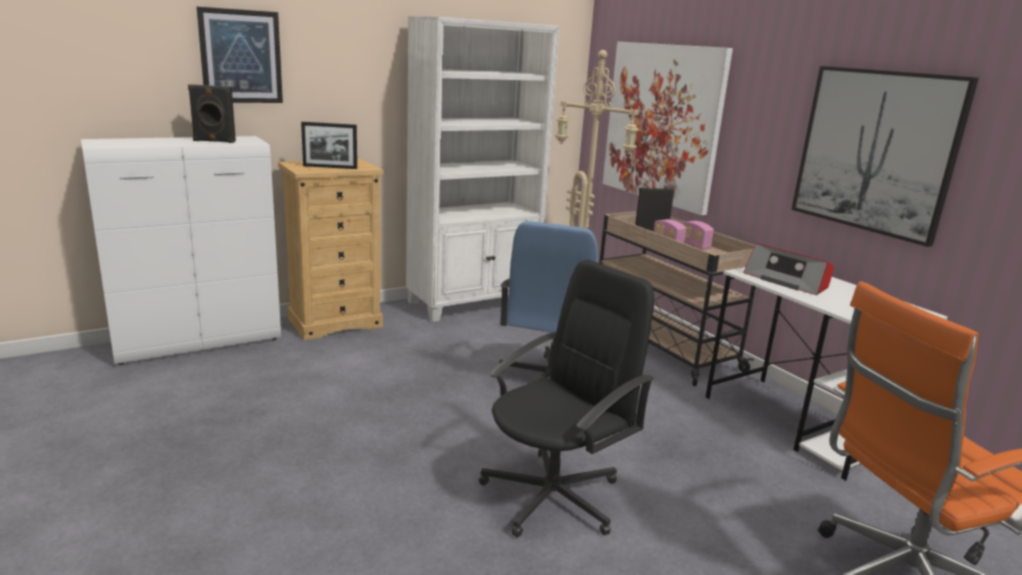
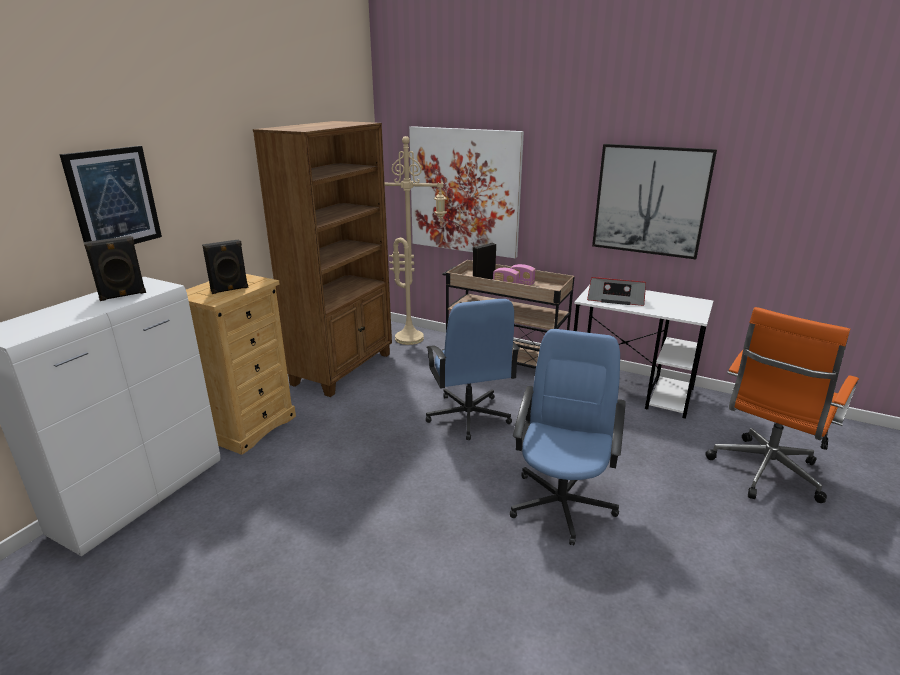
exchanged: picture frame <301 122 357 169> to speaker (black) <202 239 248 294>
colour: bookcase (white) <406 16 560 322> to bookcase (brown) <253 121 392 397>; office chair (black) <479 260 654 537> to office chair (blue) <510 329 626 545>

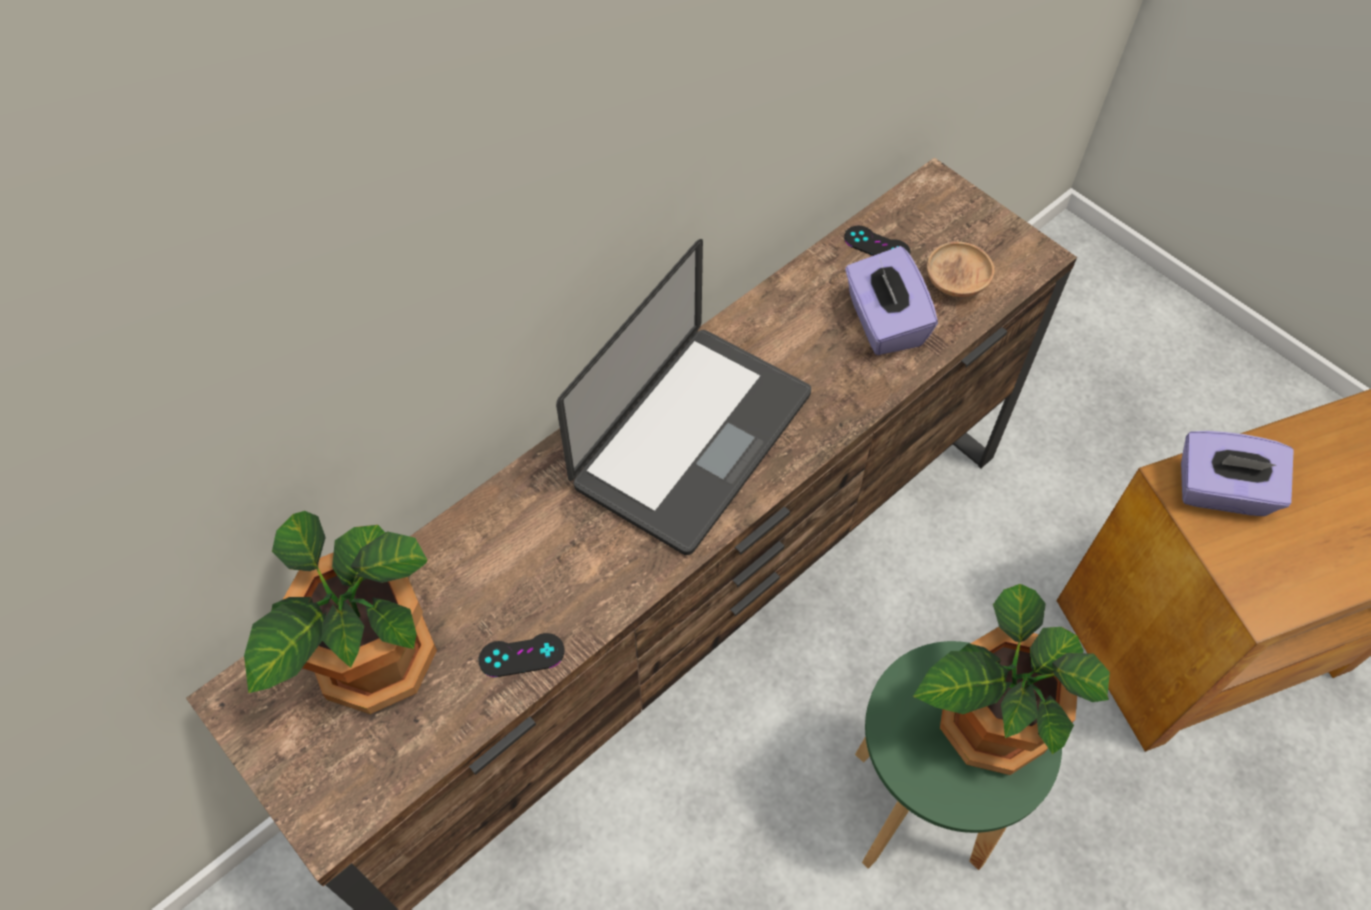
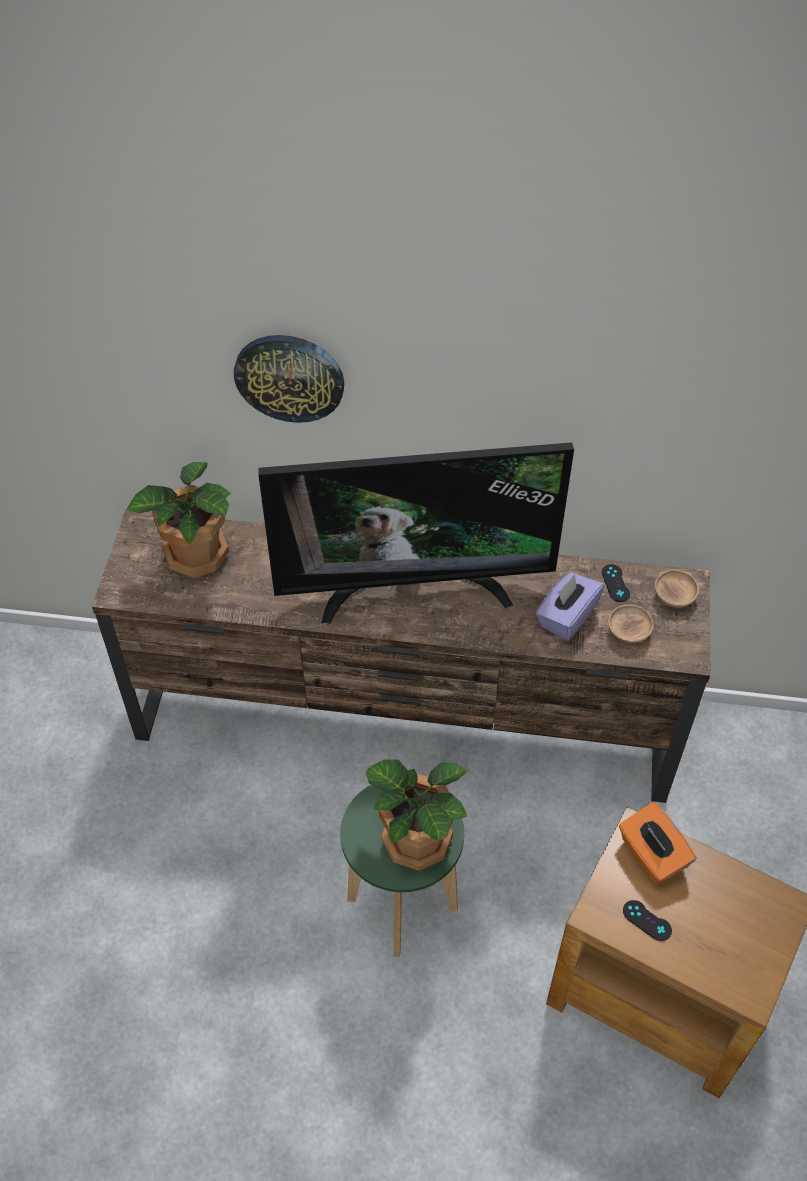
appeared: wall clock <234 335 344 423>; bowl (brown) <655 570 699 608>
relocated: game controller (black) <478 633 564 677> to <623 900 672 941>
exchanged: laptop <556 239 811 555> to television <258 442 574 625>
colour: tissue box (purple) <1181 431 1294 516> to tissue box (orange) <619 802 696 884>

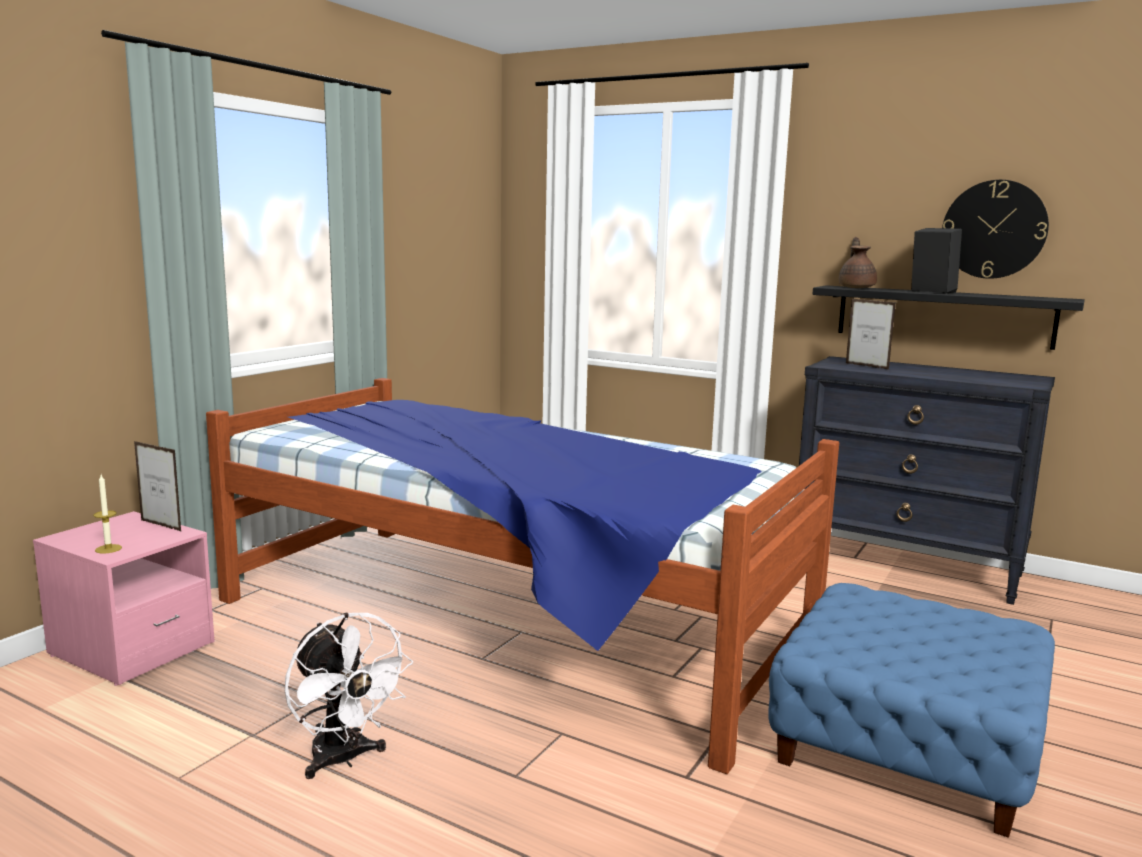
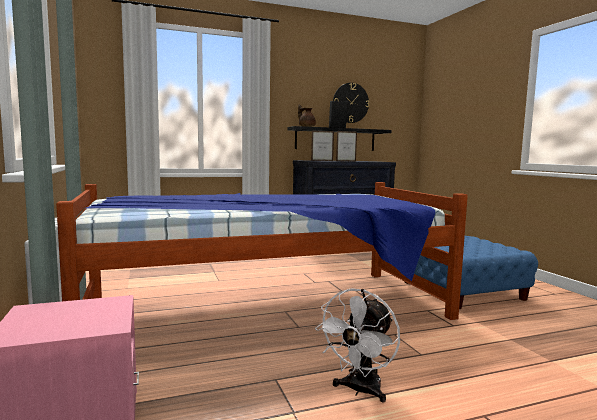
missing: candle <93 475 122 554>
relocated: picture frame <134 441 182 532> to <336 131 357 162>
spun: fan (white) <285 613 413 779> = <315 288 400 403> 120 degrees clockwise

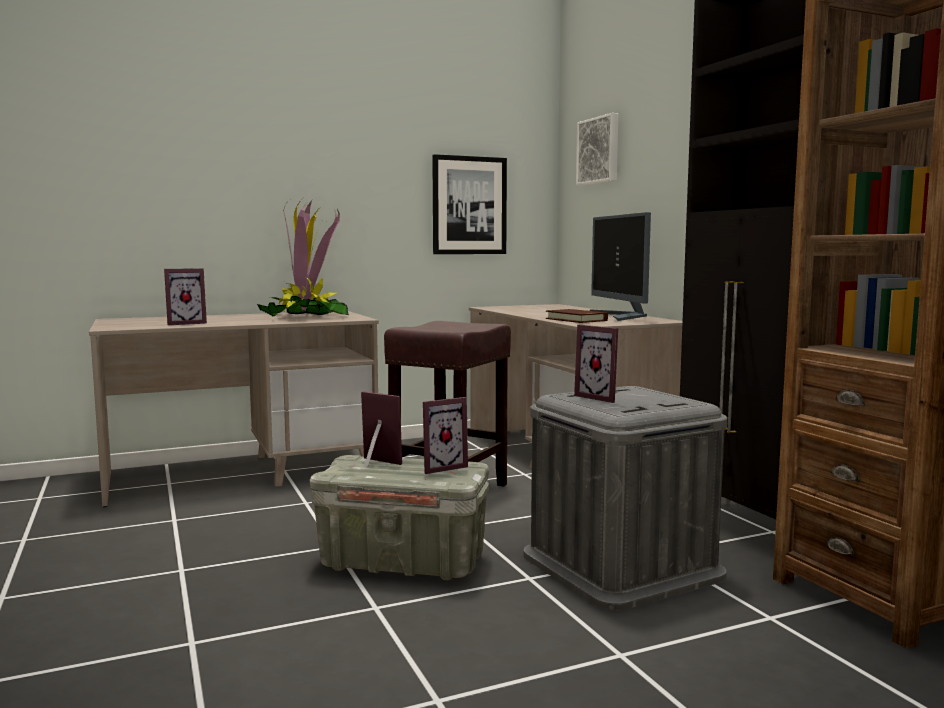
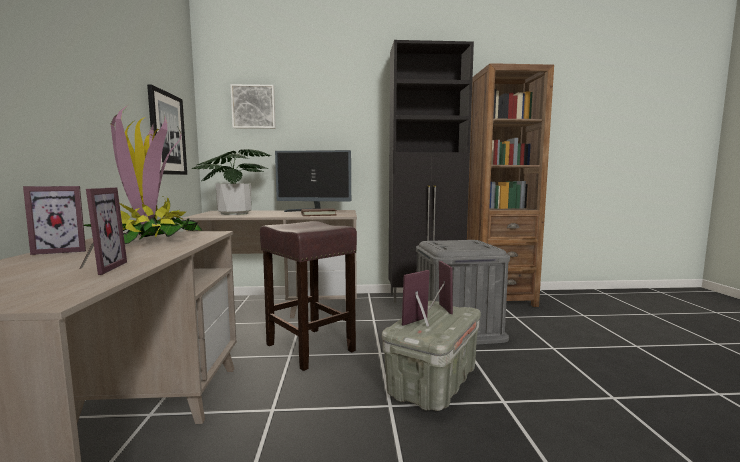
appeared: potted plant <191 149 271 215>
relocated: picture frame <574 325 618 403> to <23 186 86 255>

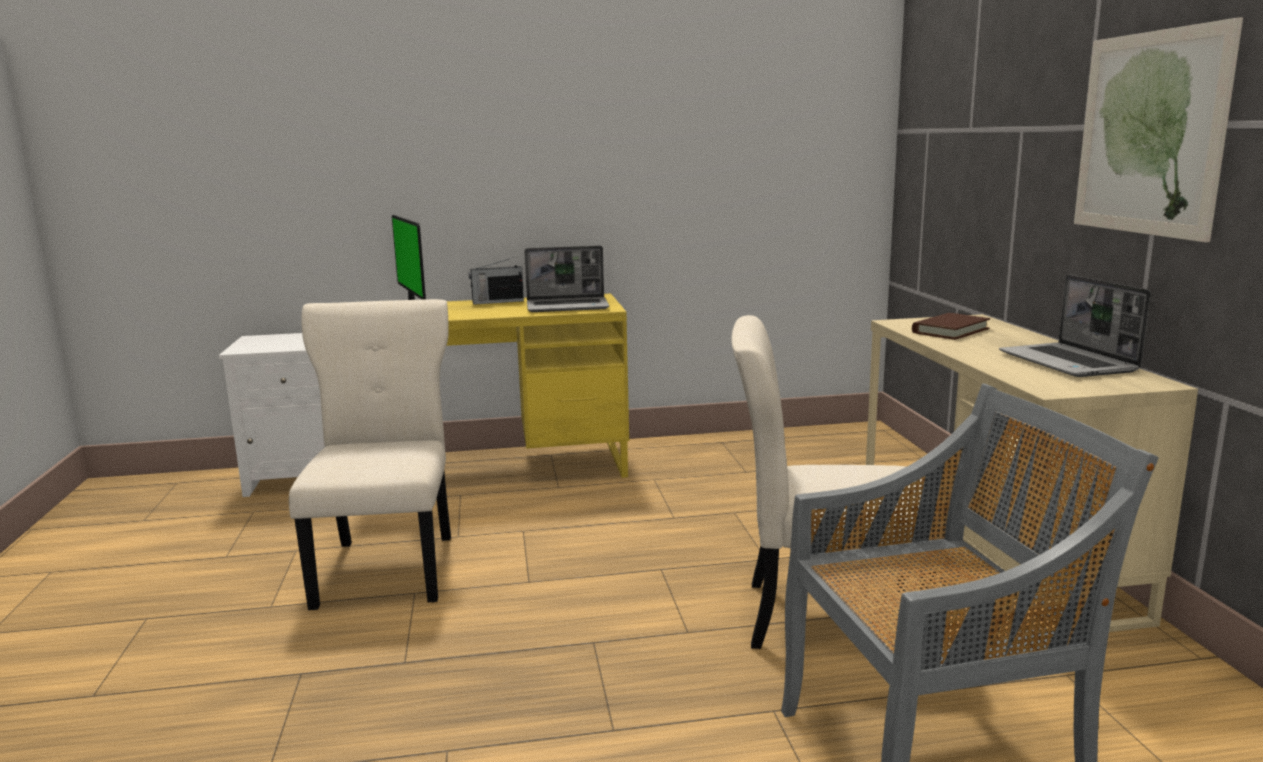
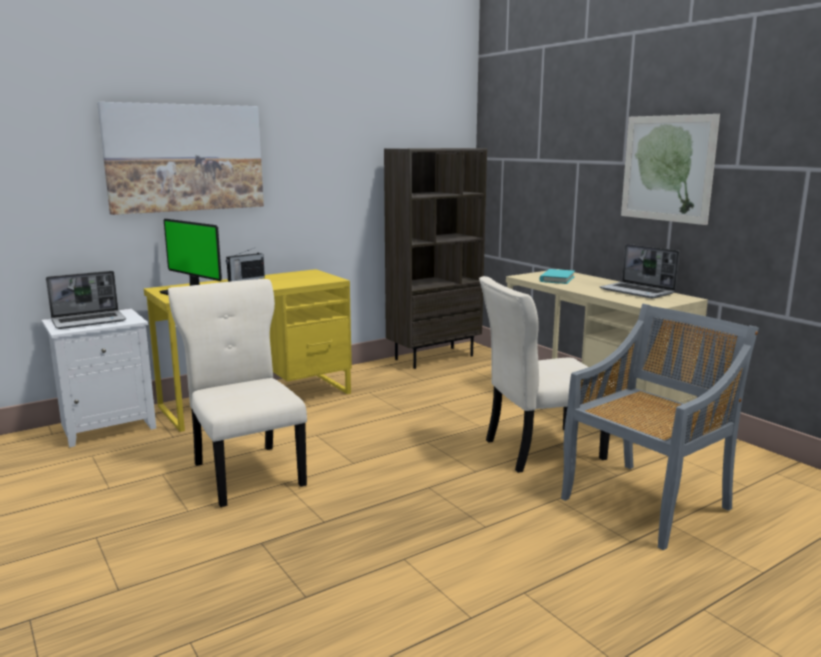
appeared: picture <97 102 264 215>; bookcase (brown) <384 148 487 369>
relocated: laptop <524 246 610 312> to <46 271 126 329>
colour: book (brown) <912 313 990 340> to book (turquoise) <539 269 575 284>

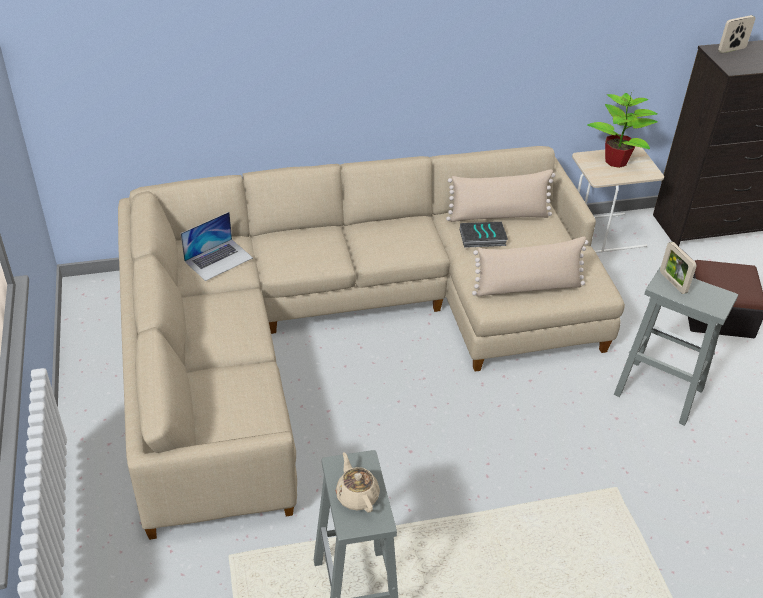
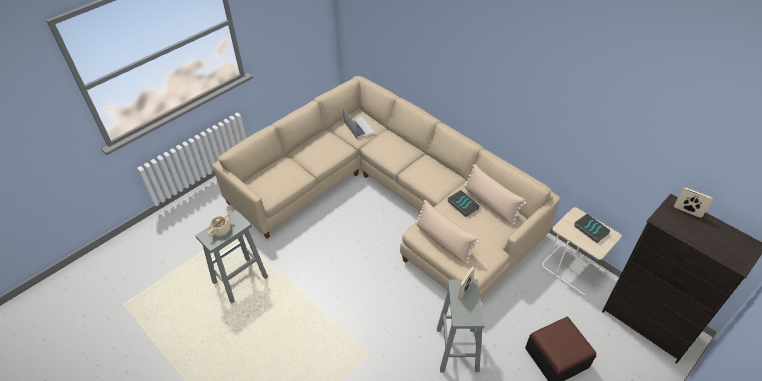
exchanged: potted plant <587 91 658 168> to book <574 214 610 243>
spun: laptop <181 212 253 281> = <343 108 375 139> 135 degrees counterclockwise

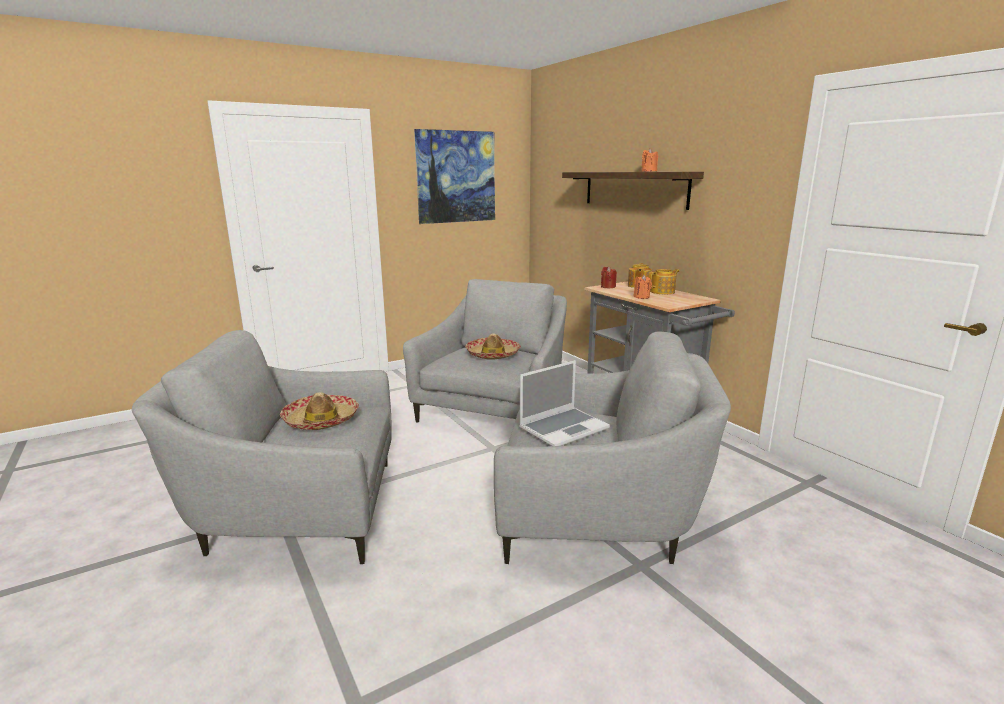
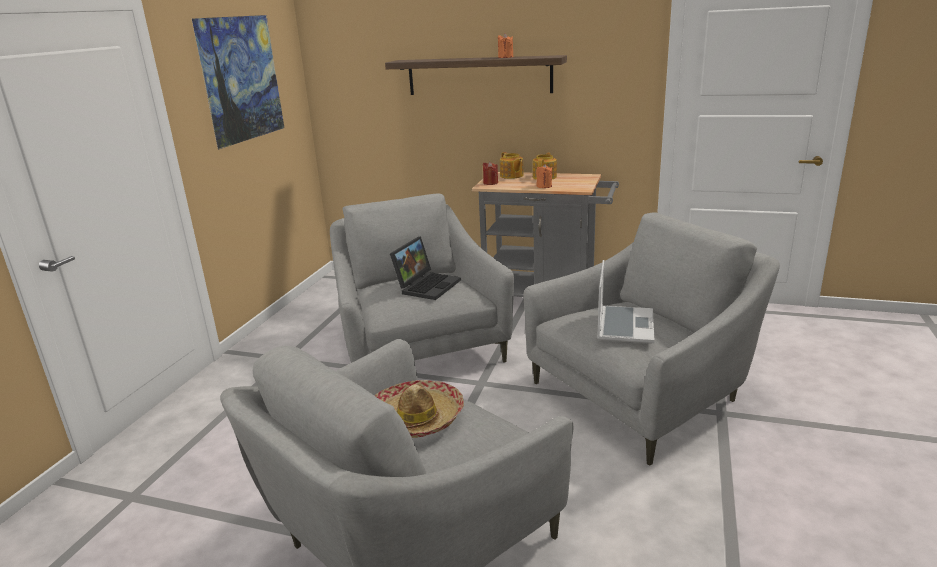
exchanged: hat <465 333 521 360> to laptop <390 237 461 300>

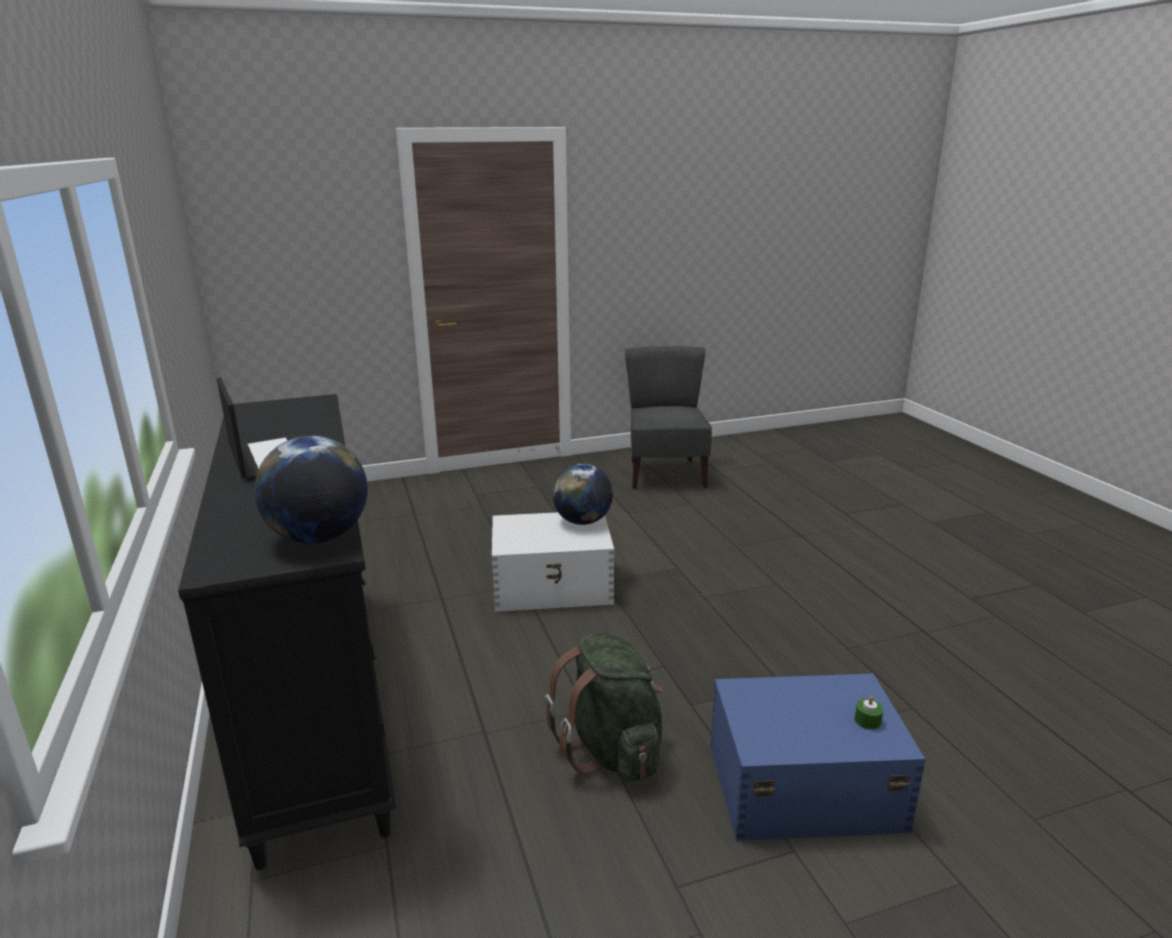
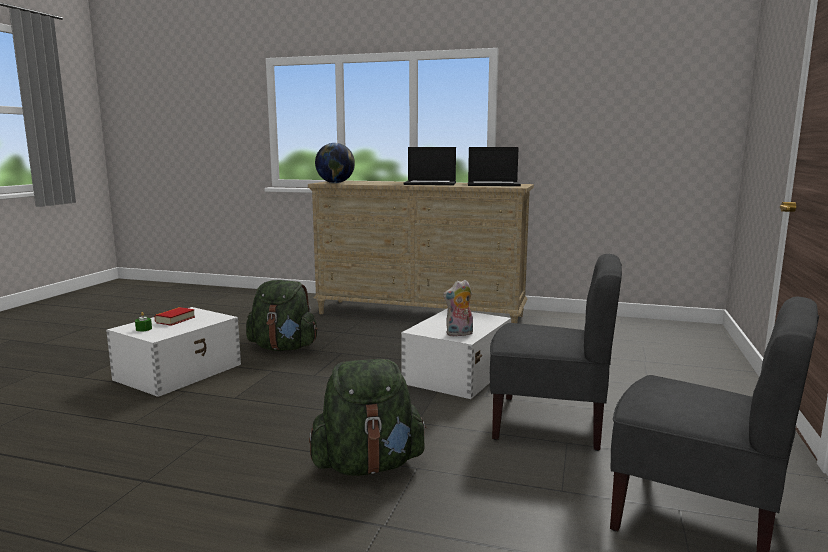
appeared: book <154 307 195 326>; backpack (green) <309 359 427 476>; laptop <468 147 521 186>; chair (grey) <490 254 622 451>
exchanged: globe <552 464 613 525> to plush toy <443 280 473 337>
colour: storage box (blue) <711 674 926 841> to storage box (white) <106 307 241 397>; dresser (black) <178 394 396 870> to dresser (beige) <308 181 534 323>

